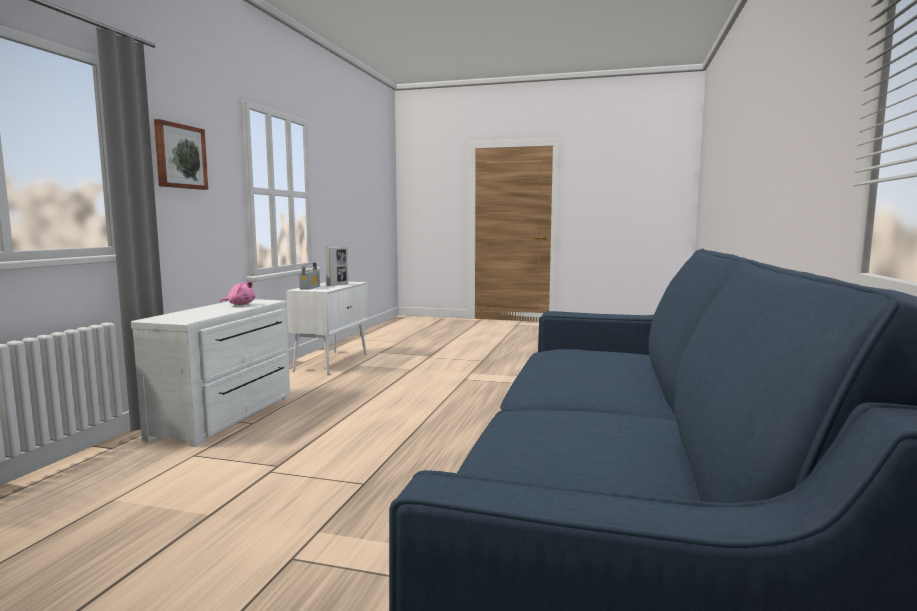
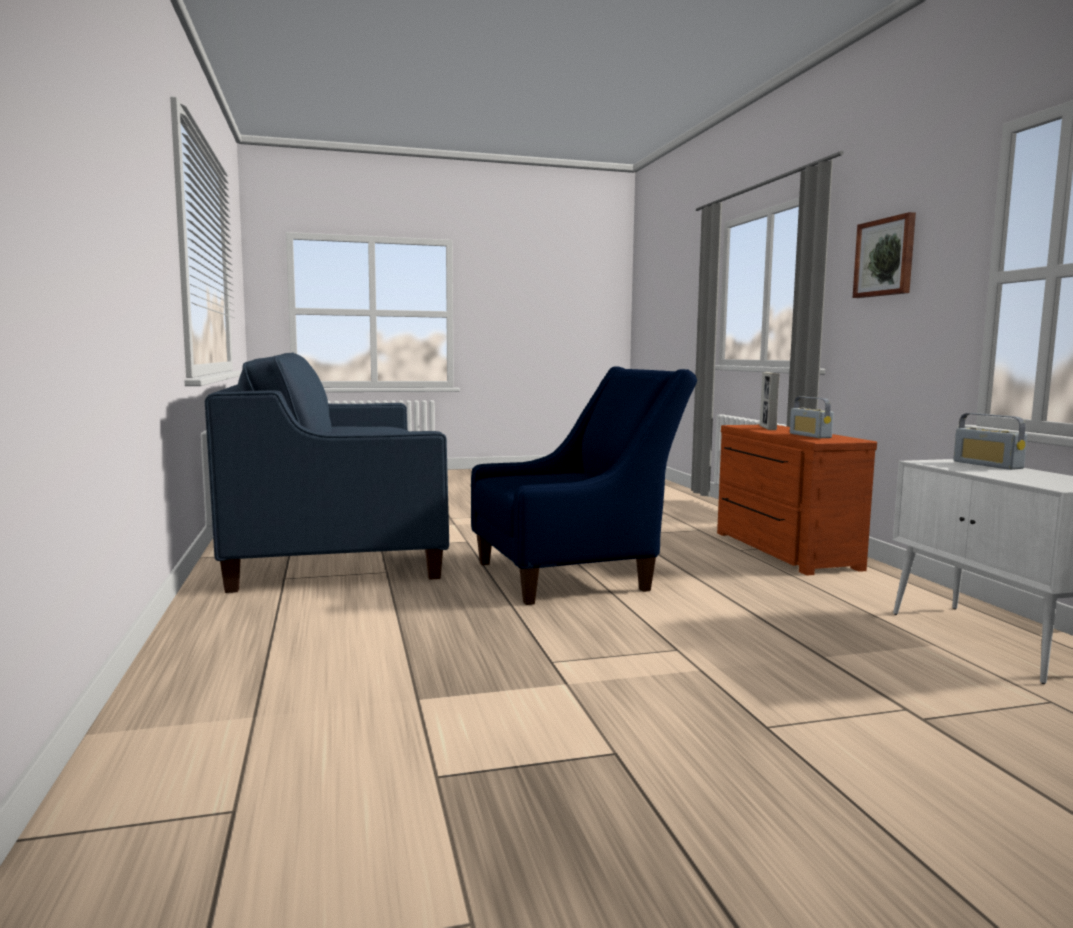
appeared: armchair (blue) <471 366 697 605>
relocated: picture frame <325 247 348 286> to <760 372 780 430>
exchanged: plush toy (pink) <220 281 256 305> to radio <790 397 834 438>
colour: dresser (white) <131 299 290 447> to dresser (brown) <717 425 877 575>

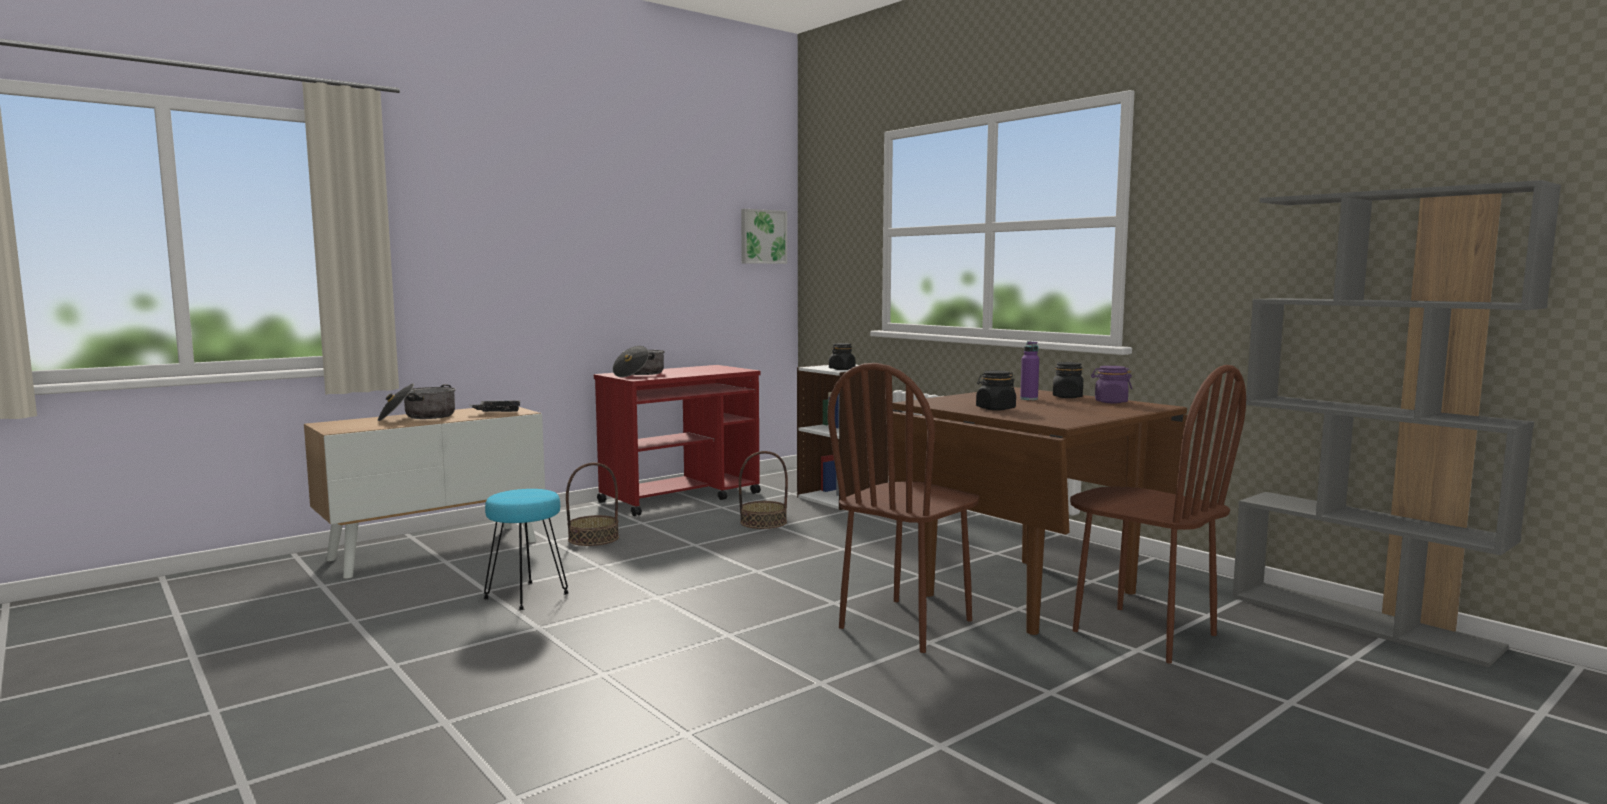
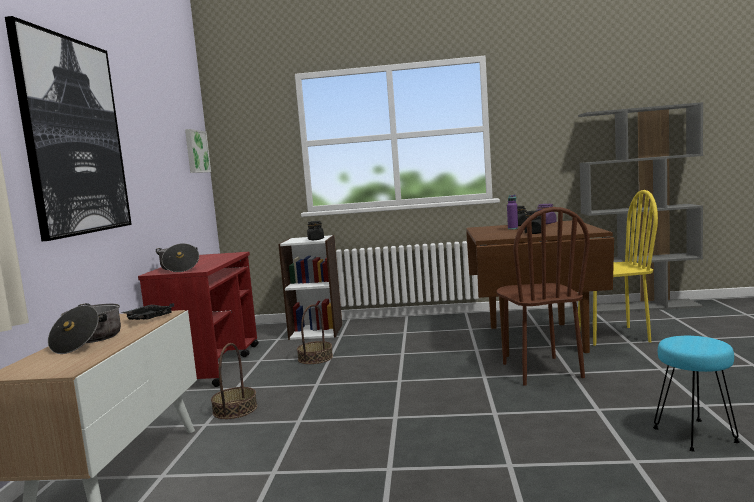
appeared: picture <5 16 132 241>
relocated: stool (turquoise) <483 489 569 610> to <653 336 740 452>
colour: chair (brown) <1070 365 1246 663> to chair (yellow) <578 190 658 346>

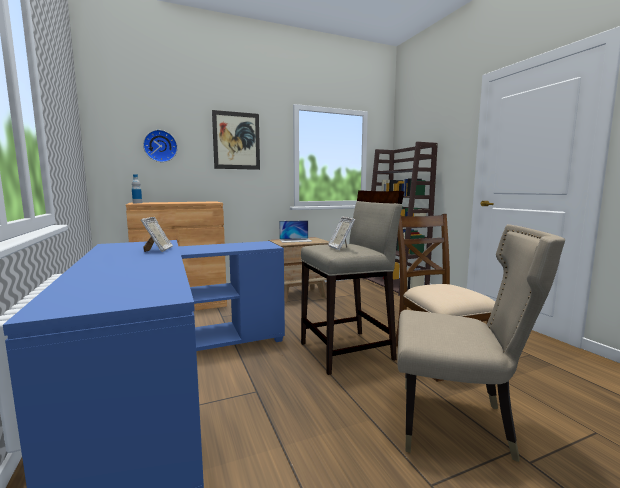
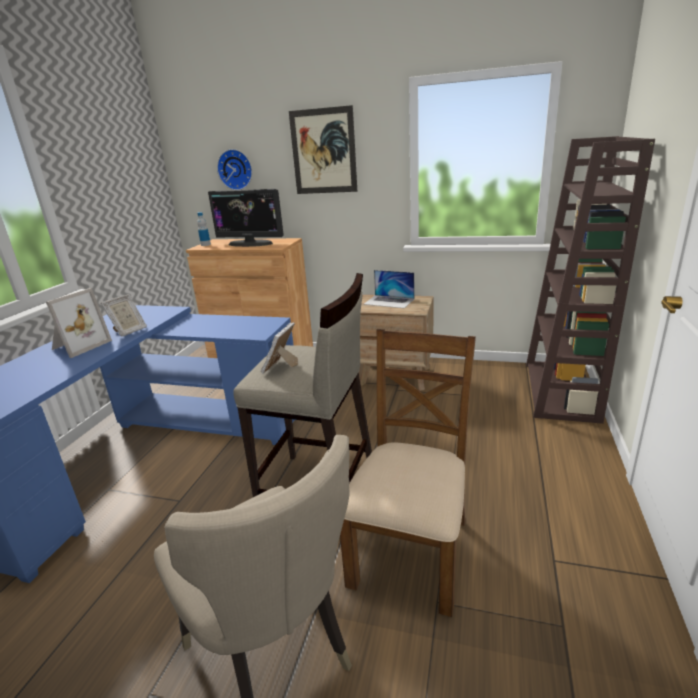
appeared: picture frame <46 288 112 358>; monitor <208 189 284 247>

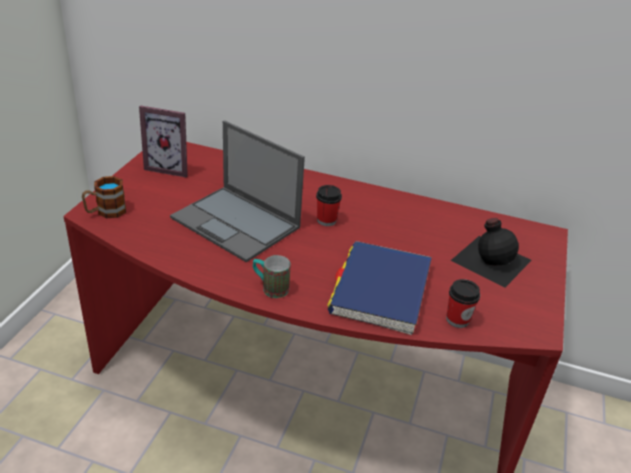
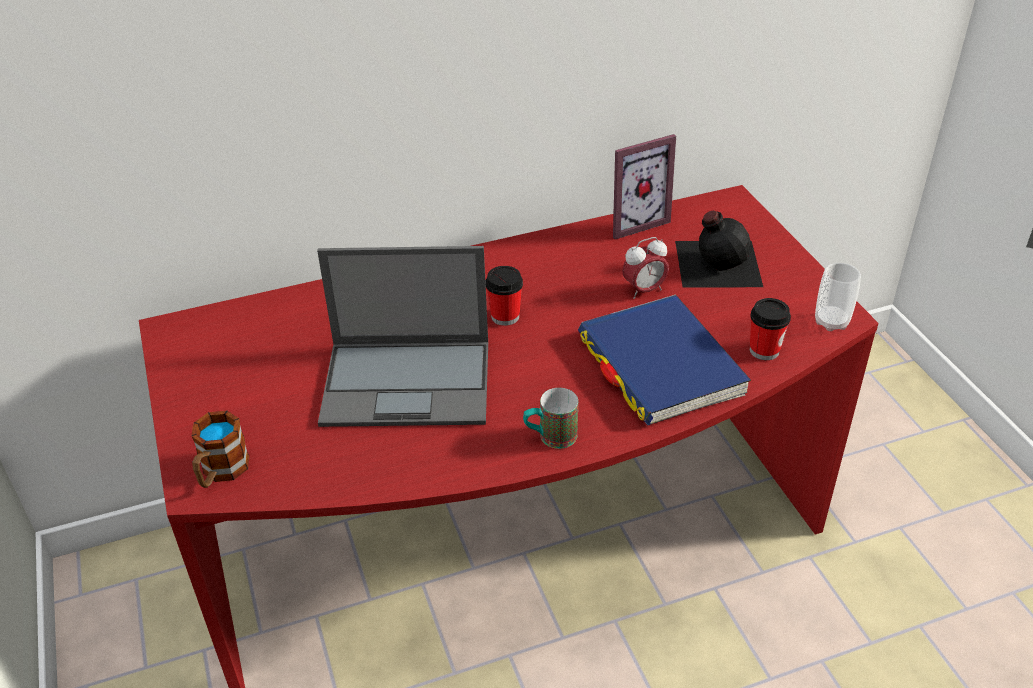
appeared: alarm clock <622 237 669 299>; cup <815 263 861 331>
relocated: picture frame <139 105 188 177> to <613 134 676 239>

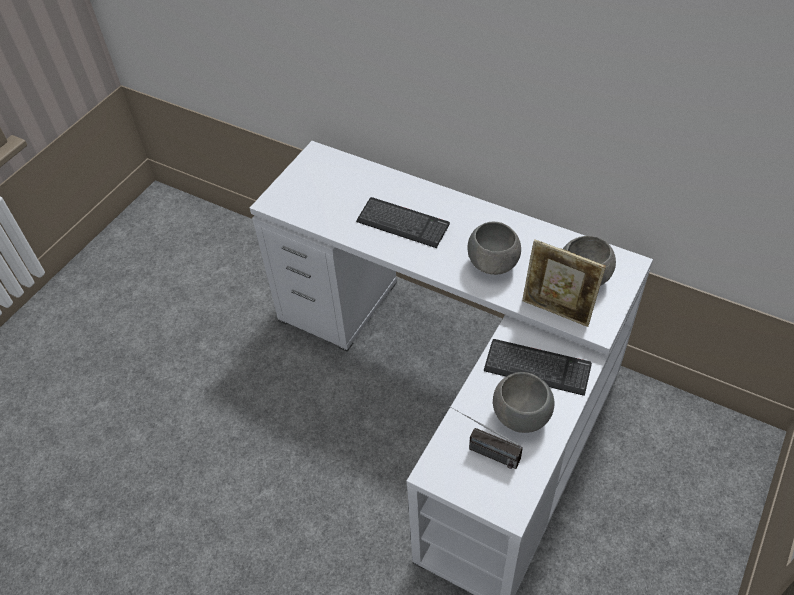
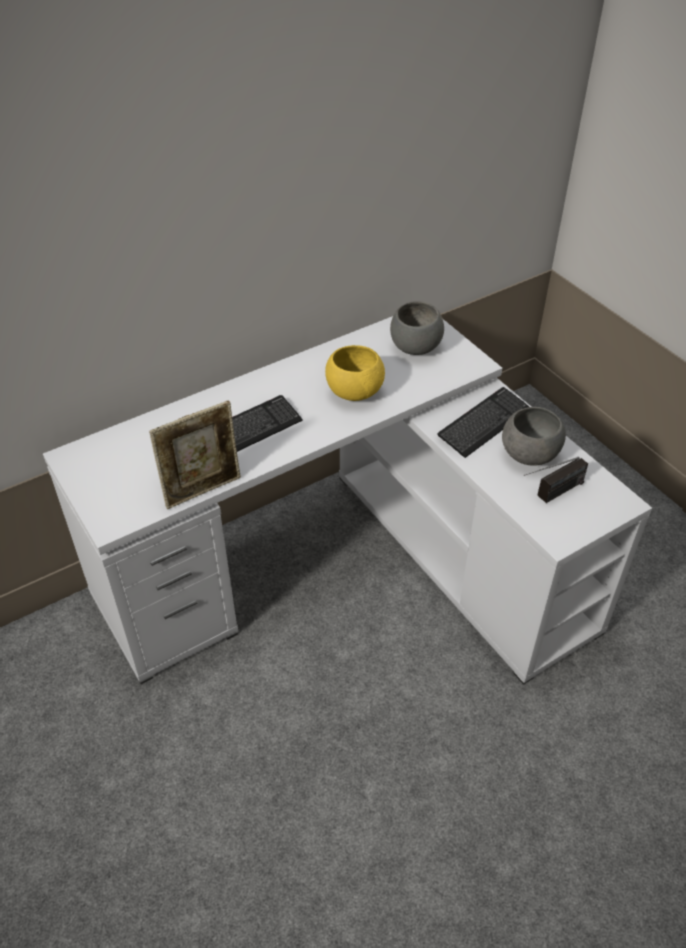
relocated: picture frame <522 240 606 327> to <149 400 241 509>
colour: bowl (grey) <467 222 521 275> to bowl (yellow) <325 345 385 401>

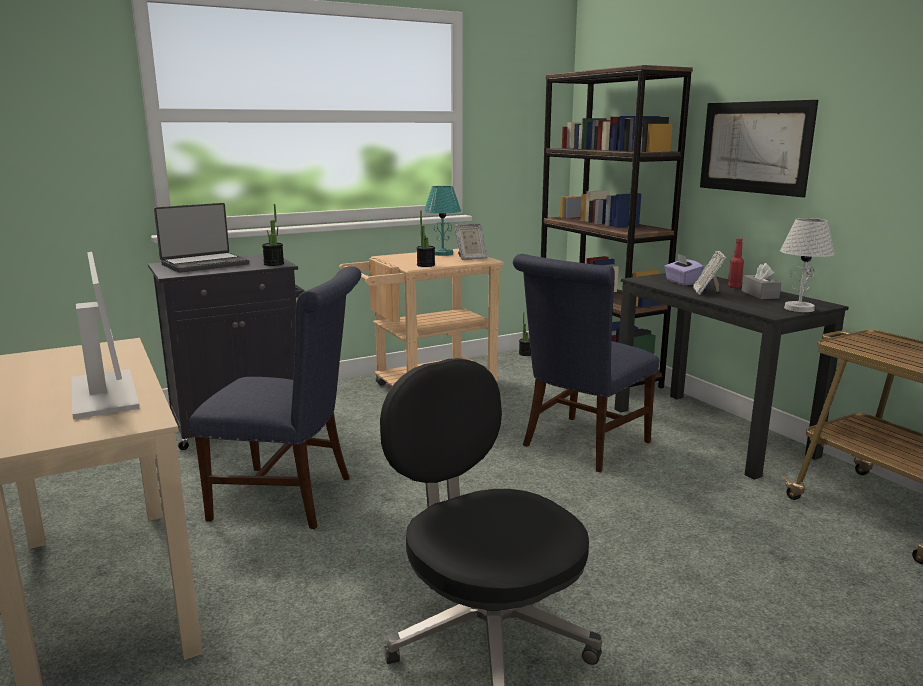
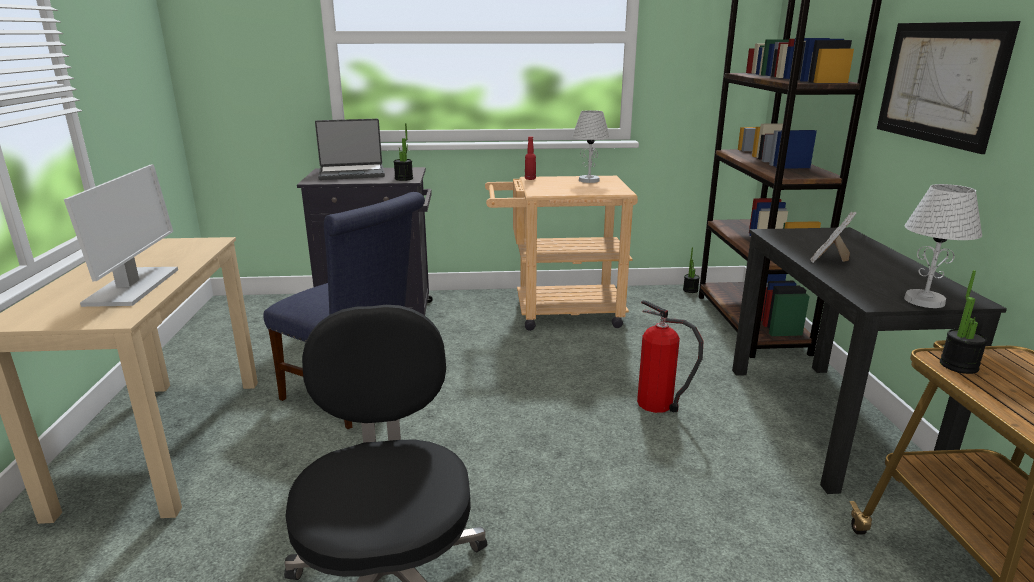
missing: picture frame <454 223 488 260>; tissue box (purple) <664 253 704 285>; tissue box (grey) <742 263 781 299>
relocated: bottle (red) <728 238 744 288> to <525 136 536 180>; potted plant <417 211 435 267> to <940 270 988 374>
exchanged: chair (blue) <513 254 659 472> to fire extinguisher <637 300 703 413>
colour: table lamp (turquoise) <424 186 461 256> to table lamp (white) <572 110 610 183>

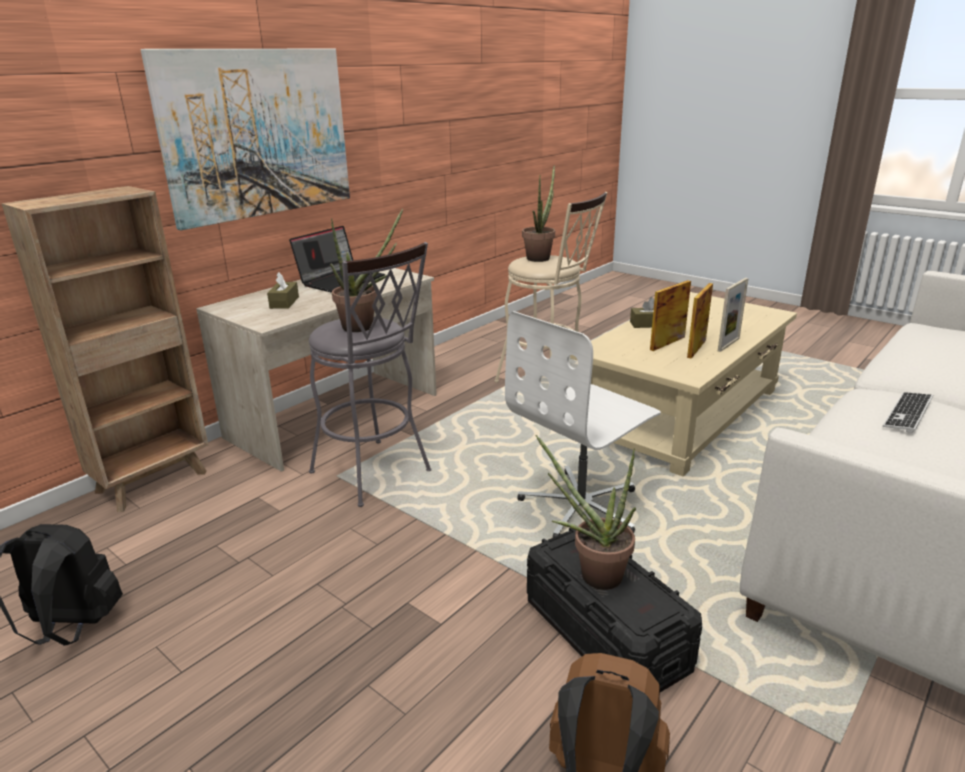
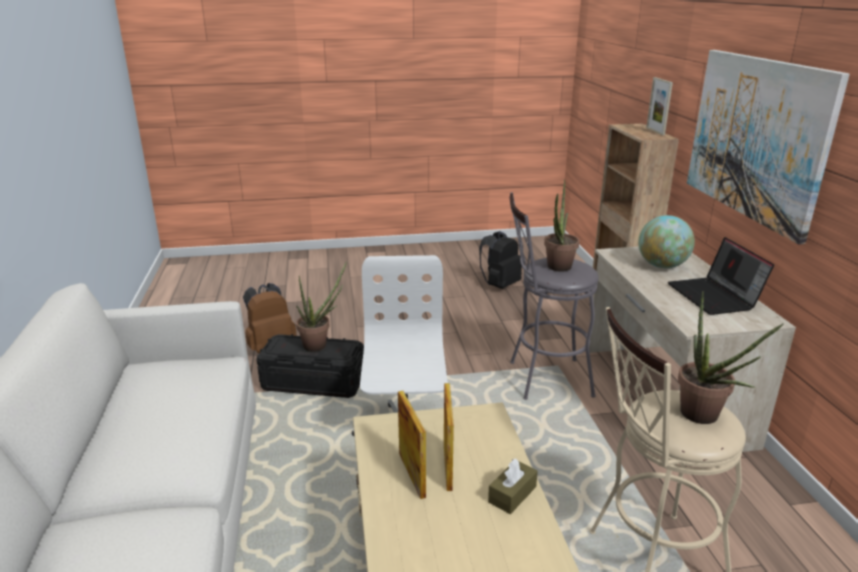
missing: keyboard <883 392 933 433>
relocated: picture frame <718 278 748 352> to <646 77 673 135>
exchanged: tissue box (brown) <267 272 299 309> to globe <638 215 695 268>

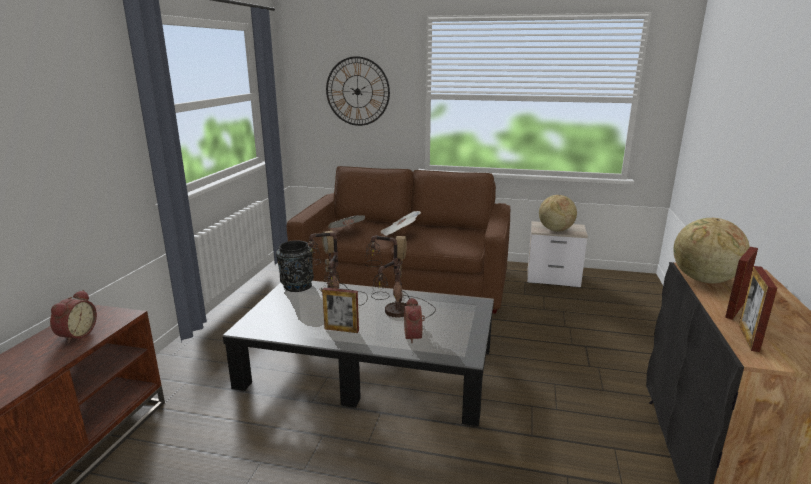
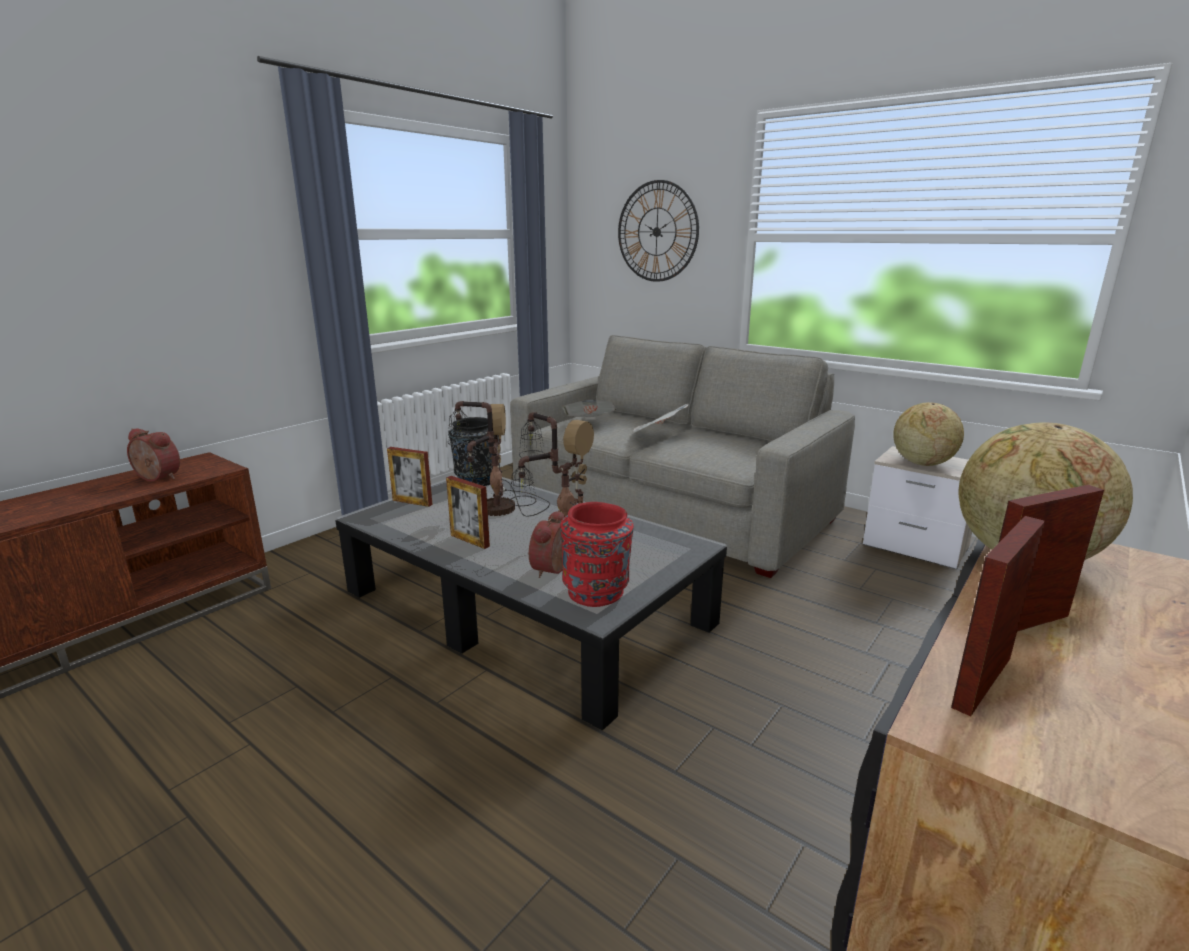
appeared: picture frame <387 447 433 507>; vase (red) <561 502 634 607>
colour: sofa (brown) <287 166 510 314> to sofa (grey) <510 335 855 578>
spun: alarm clock <50 290 97 343> = <127 428 180 481> 105 degrees counterclockwise

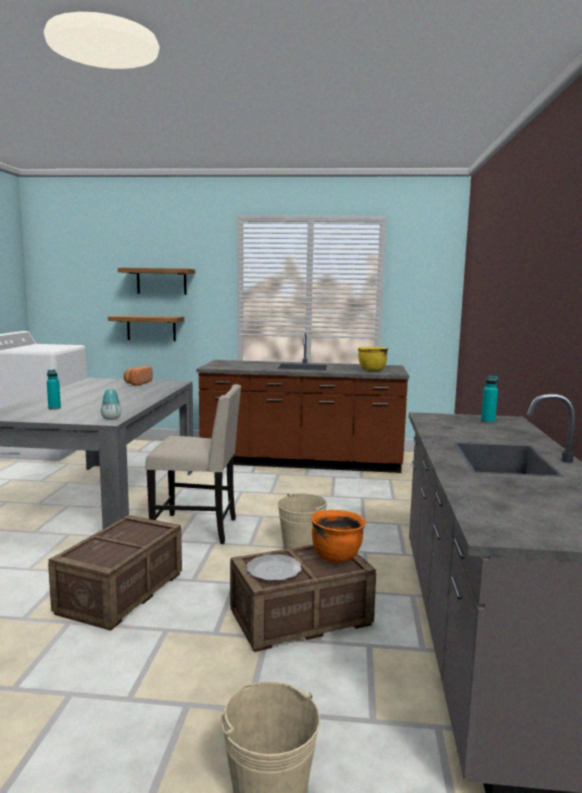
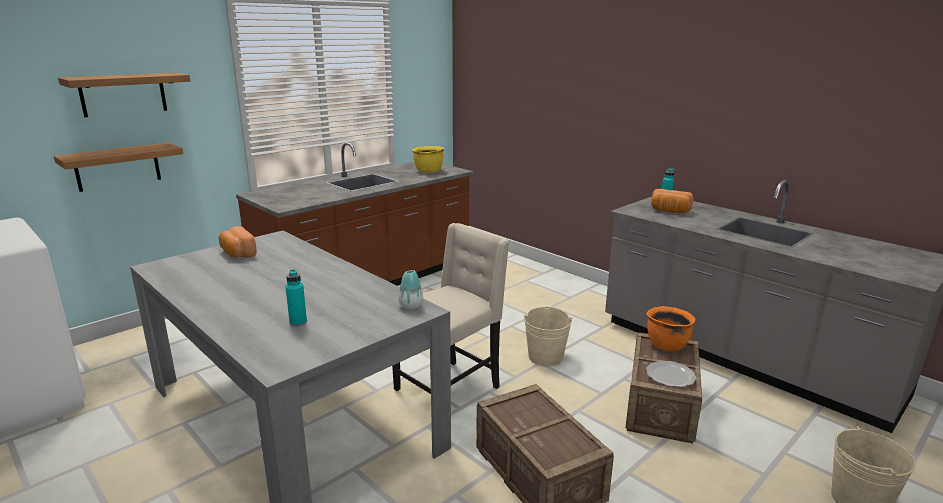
appeared: bread <651 189 693 213>

